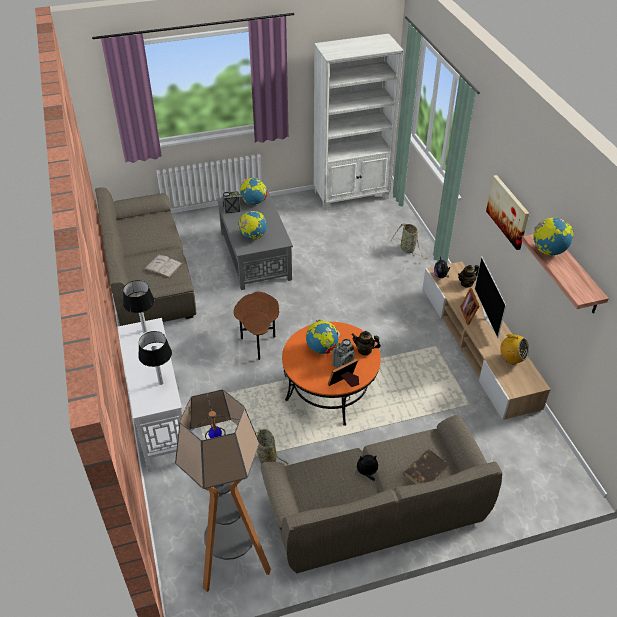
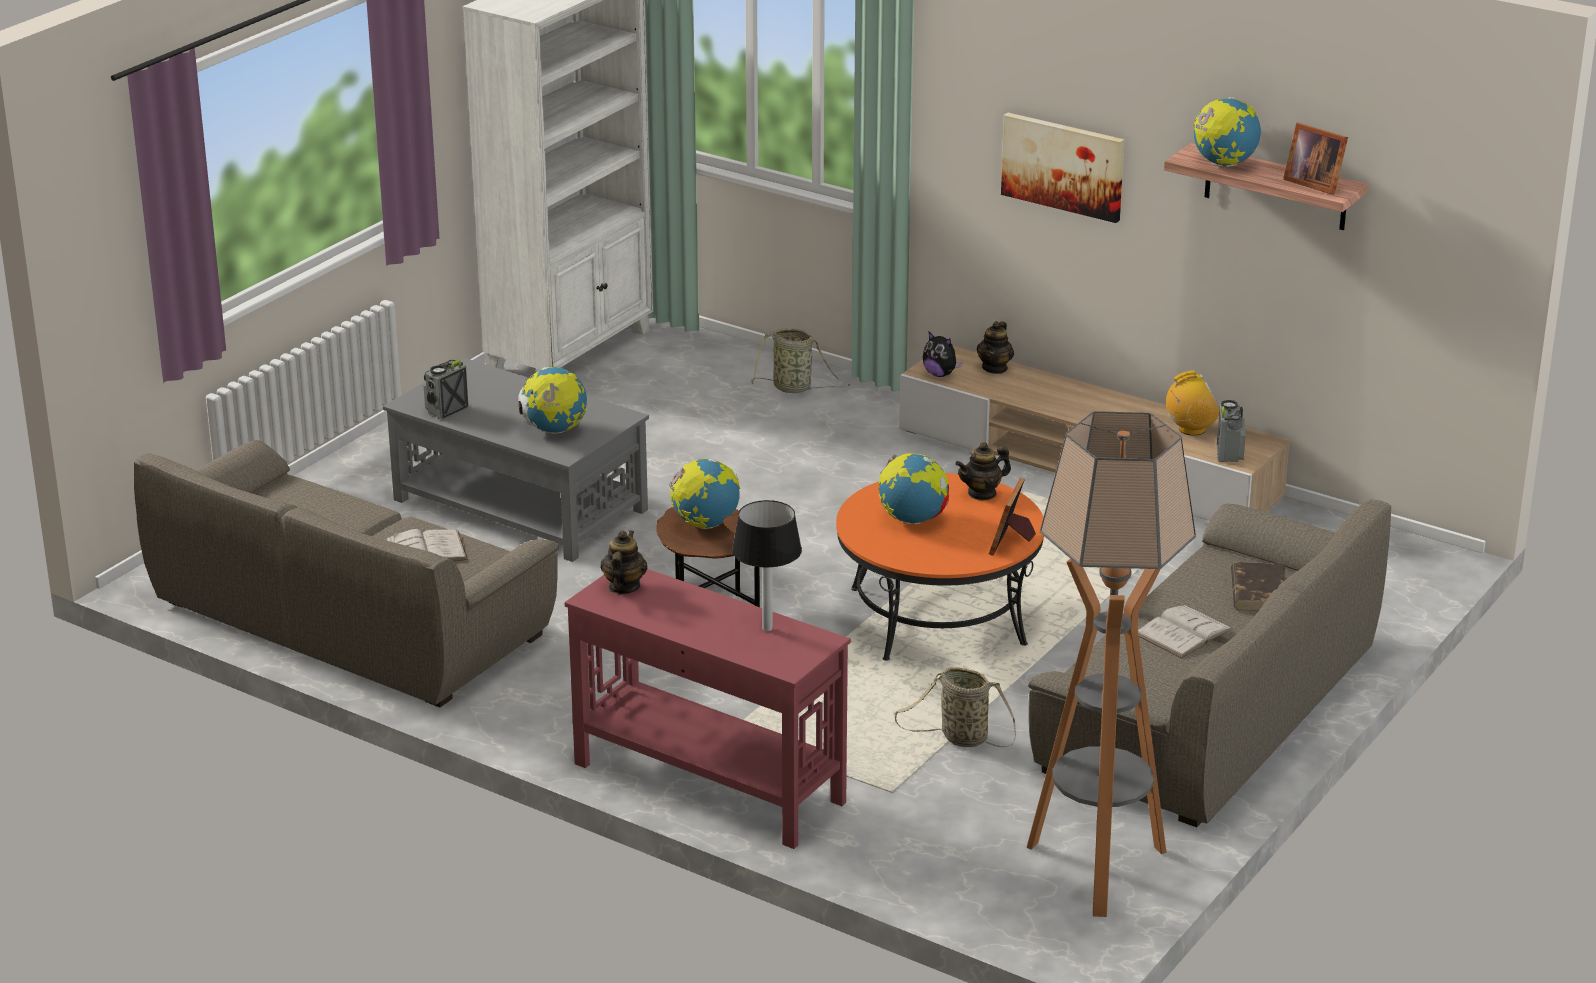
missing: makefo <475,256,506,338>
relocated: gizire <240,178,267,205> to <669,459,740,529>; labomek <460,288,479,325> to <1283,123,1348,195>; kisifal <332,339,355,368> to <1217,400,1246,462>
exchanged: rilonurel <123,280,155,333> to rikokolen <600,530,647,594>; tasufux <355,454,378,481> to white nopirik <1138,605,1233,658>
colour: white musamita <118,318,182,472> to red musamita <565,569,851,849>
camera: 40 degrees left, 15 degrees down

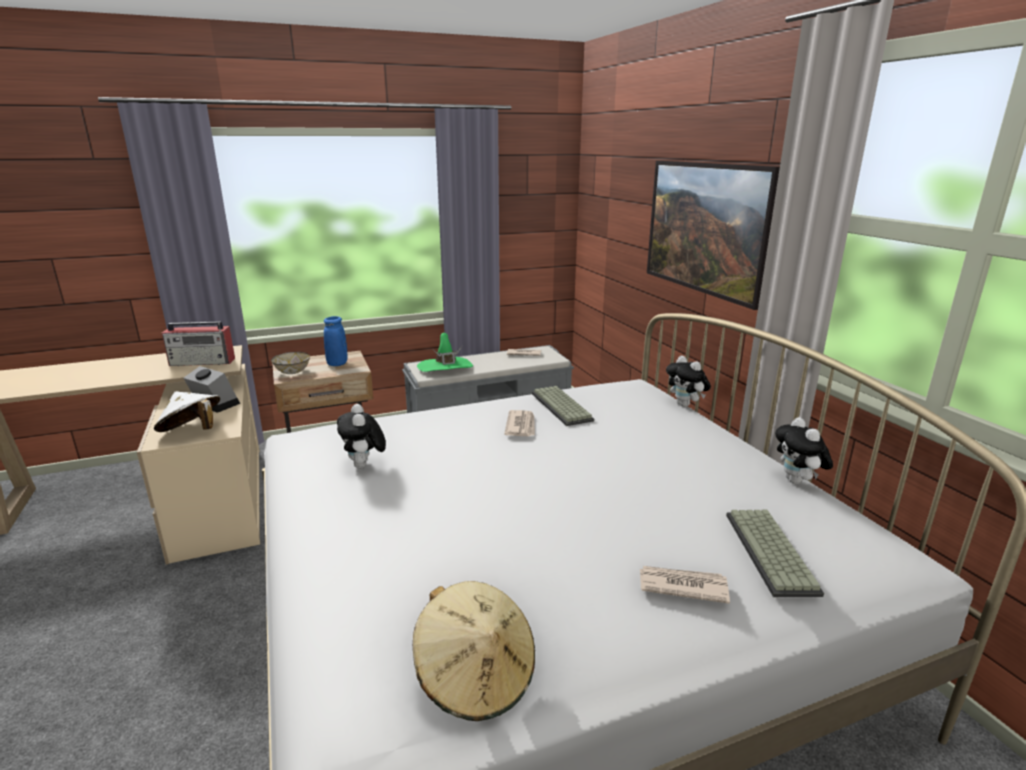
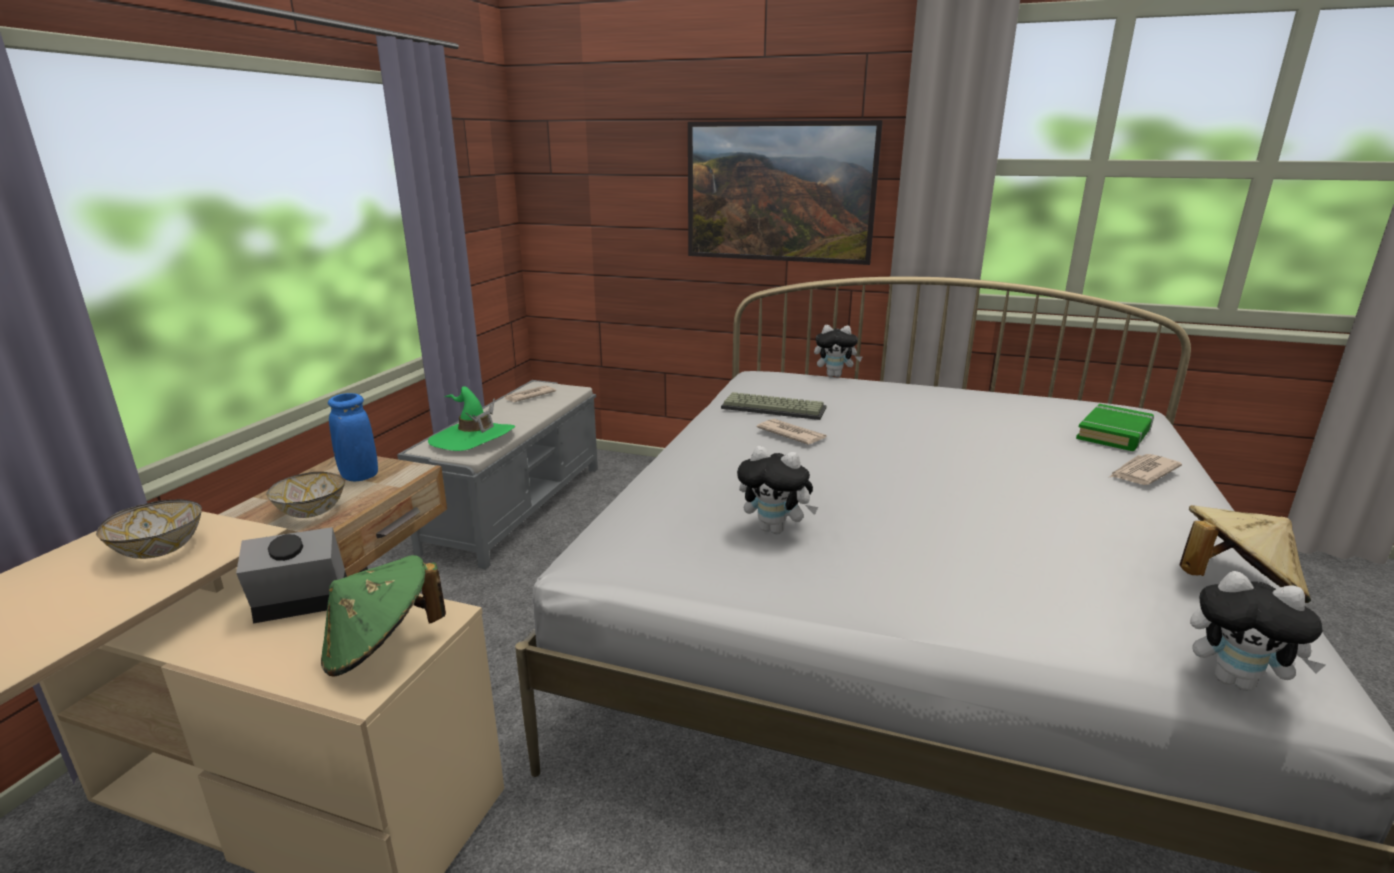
relocated: tasufux <775,417,833,484> to <1190,571,1325,691>
exchanged: kisifal <162,321,235,366> to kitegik <96,499,202,559>; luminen <726,510,824,597> to green nopirik <1076,404,1154,451>
colour: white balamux <154,391,220,432> to green balamux <321,555,446,676>
camera: 50 degrees left, 0 degrees up

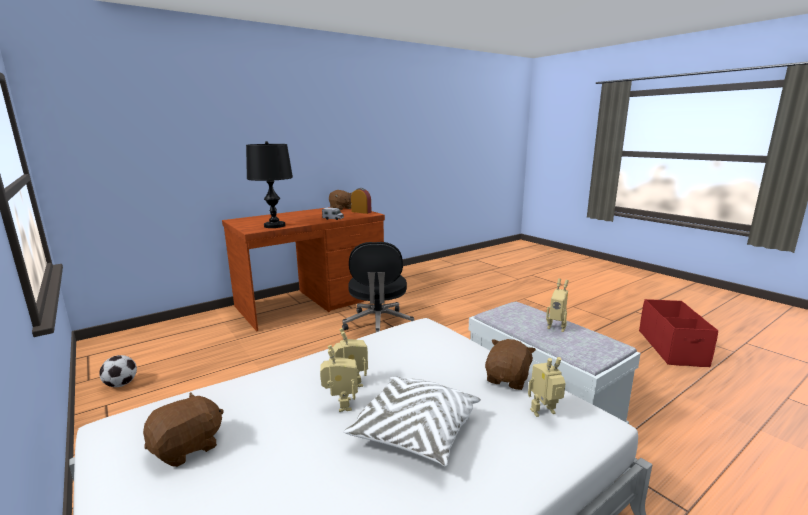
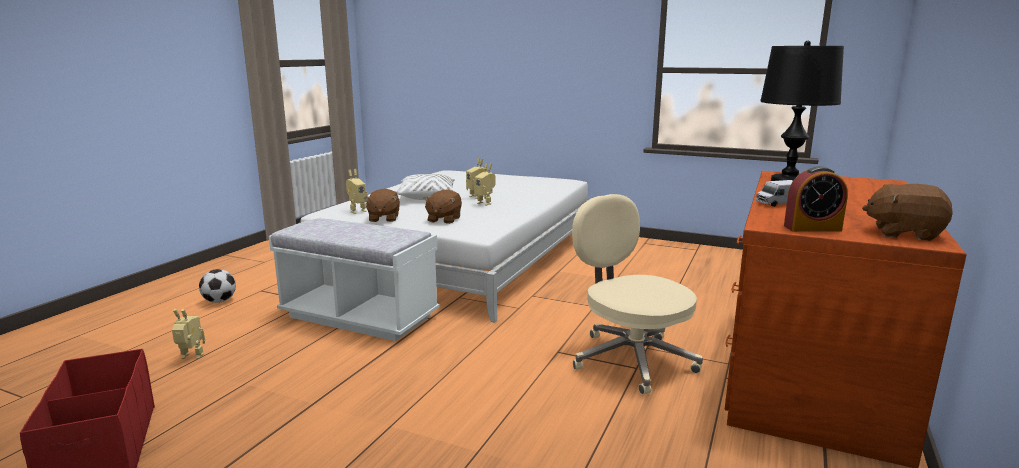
relocated: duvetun <546,278,569,332> to <172,309,205,359>; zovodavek <99,355,137,387> to <199,269,236,303>; brown tasufux <143,392,224,467> to <424,189,462,224>
colour: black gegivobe <342,242,414,332> to beige gegivobe <572,194,703,395>
camera: 150 degrees right, 0 degrees up

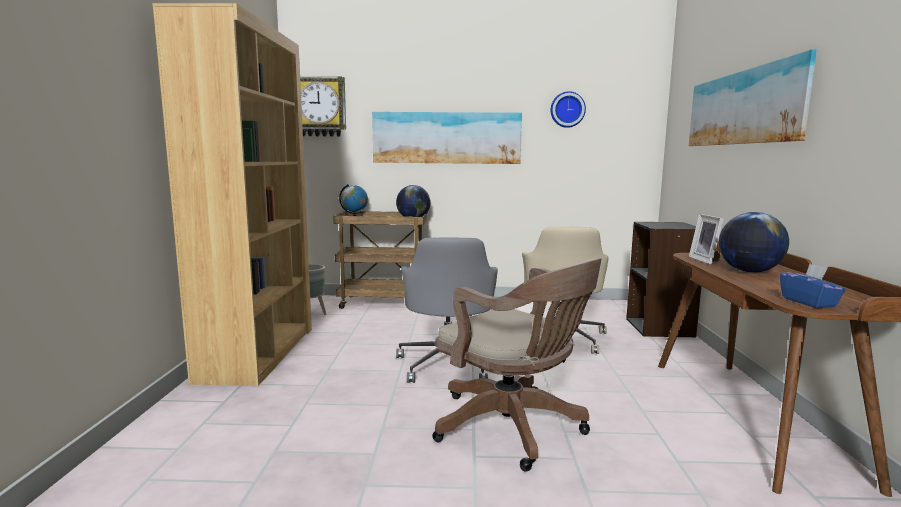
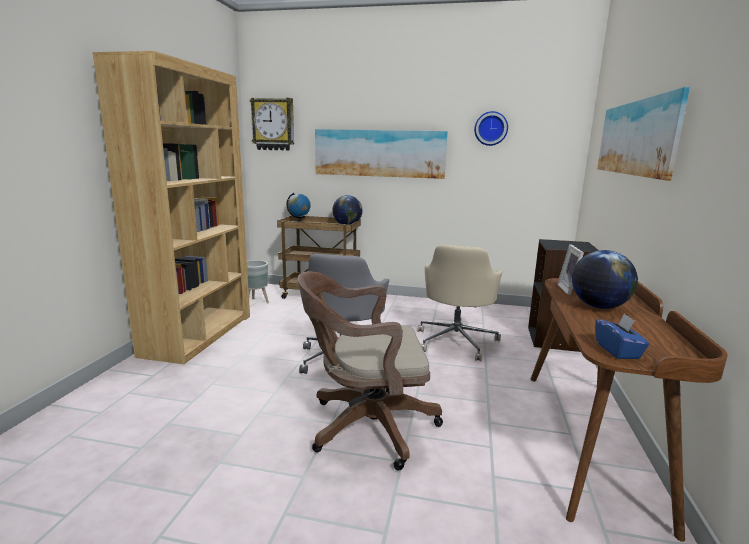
spun: brown gegivobe <432,258,601,472> = <298,271,443,470> 120 degrees clockwise
camera: 10 degrees right, 5 degrees up

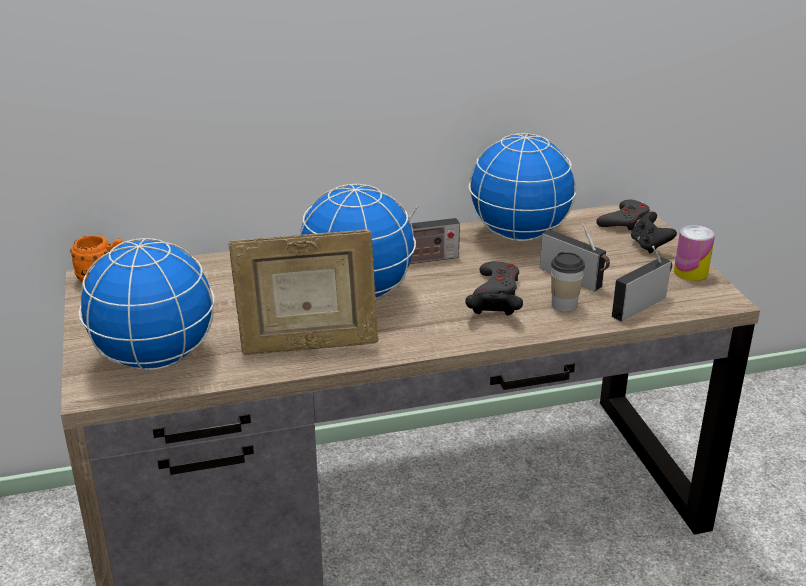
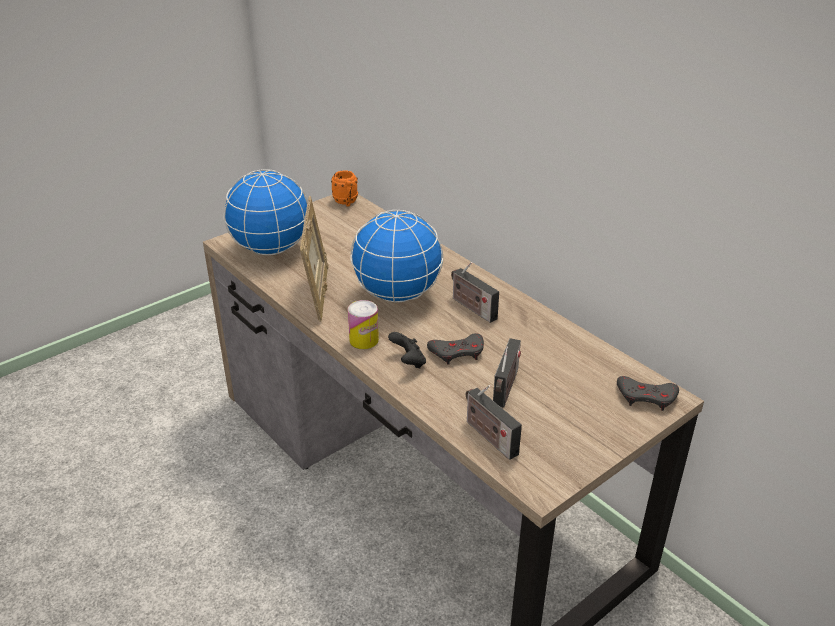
missing: gizire <468,133,576,241>; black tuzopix <631,212,677,254>; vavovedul <551,252,585,312>
relocated: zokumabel <674,225,715,281> to <348,300,379,349>
spun: labomek <229,230,378,355> = <300,196,329,322> 150 degrees counterclockwise; kisifal <612,246,672,322> = <466,385,522,460> 150 degrees counterclockwise
camera: 65 degrees right, 5 degrees up

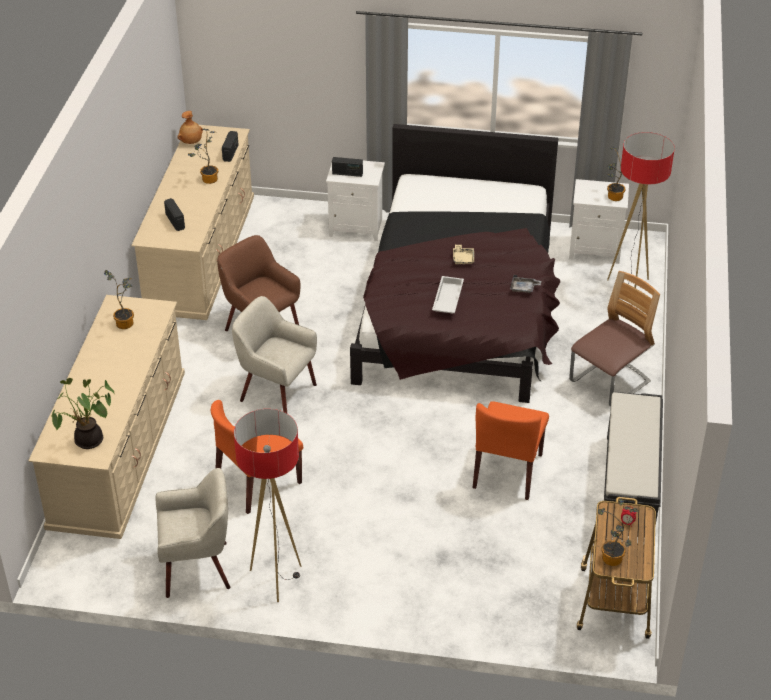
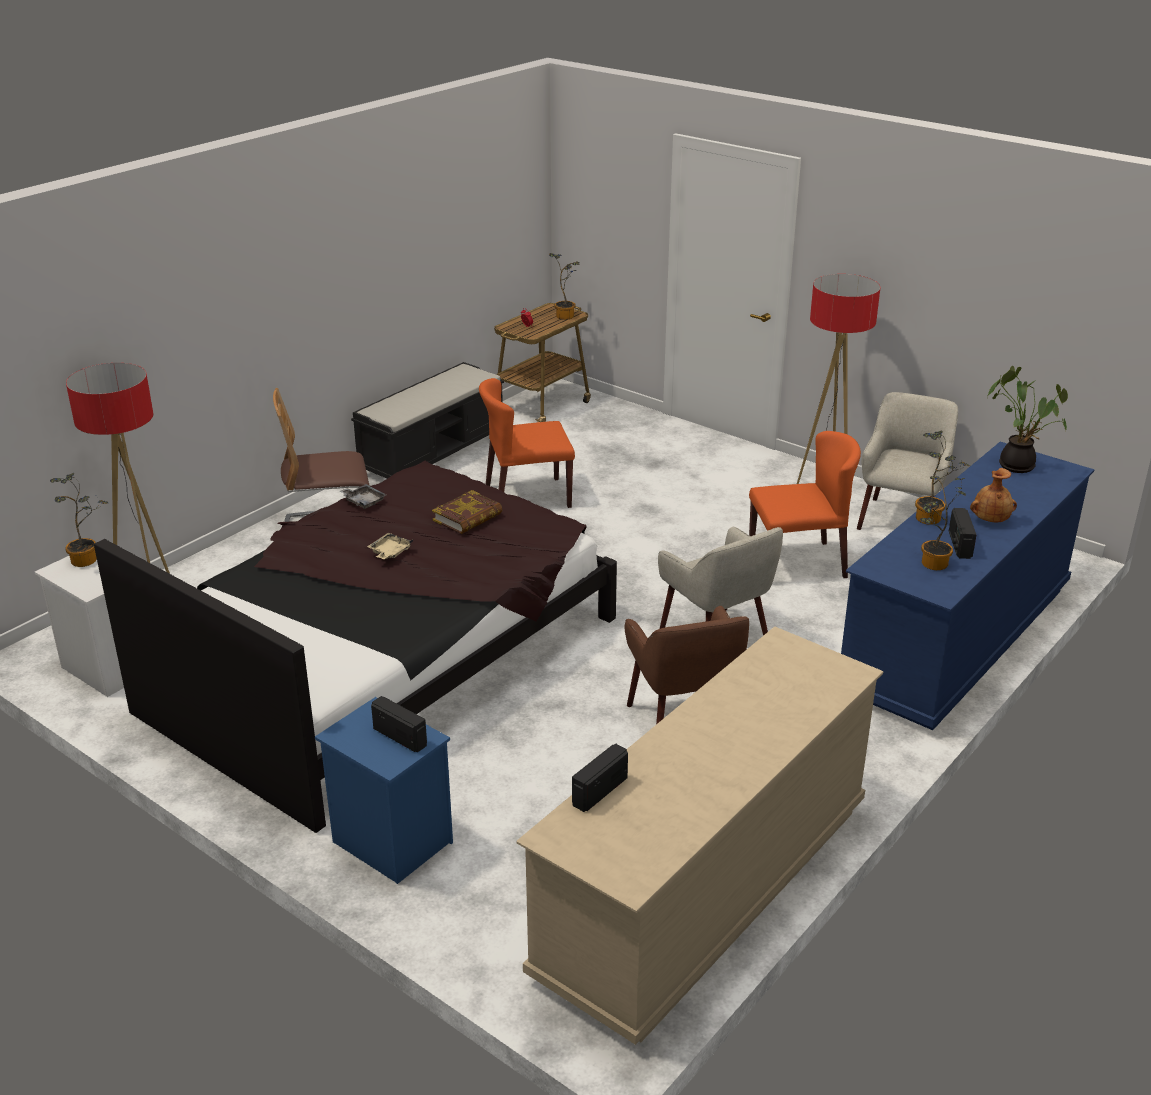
relocated: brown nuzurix <178,111,203,144> to <970,468,1017,522>; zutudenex <188,129,218,184> to <915,431,970,525>; kisifal <164,198,185,231> to <949,508,976,559>
exchanged: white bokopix <432,276,464,314> to nopirik <432,490,503,534>
colour: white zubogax <326,161,385,241> to blue zubogax <315,697,453,884>; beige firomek <28,295,185,539> to blue firomek <841,442,1095,730>
spun: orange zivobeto <473,401,549,500> = <479,378,575,508> 150 degrees counterclockwise; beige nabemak <155,468,230,598> = <857,392,958,530> 90 degrees clockwise
camera: 150 degrees left, 10 degrees down

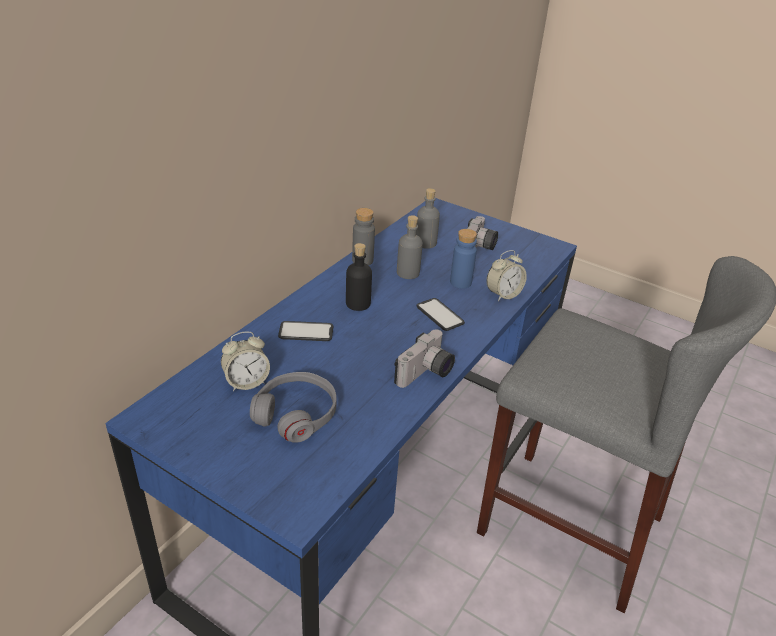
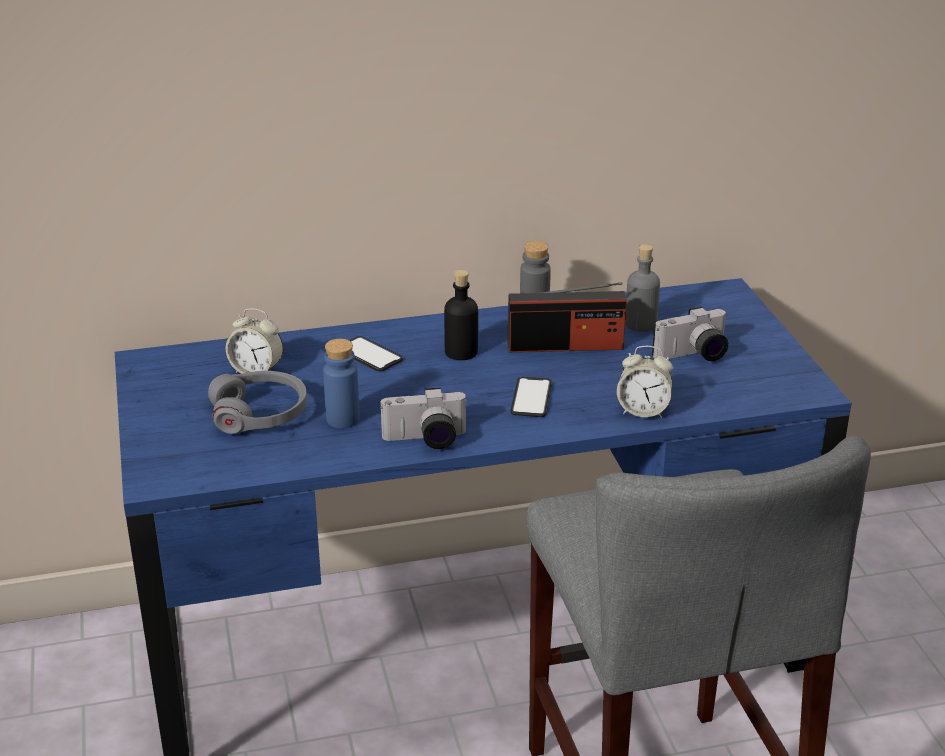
relocated: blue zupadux <450,229,477,289> to <323,339,360,428>
exchanged: grey zupadux <397,215,423,279> to kisifal <508,282,626,352>
camera: 45 degrees right, 5 degrees down

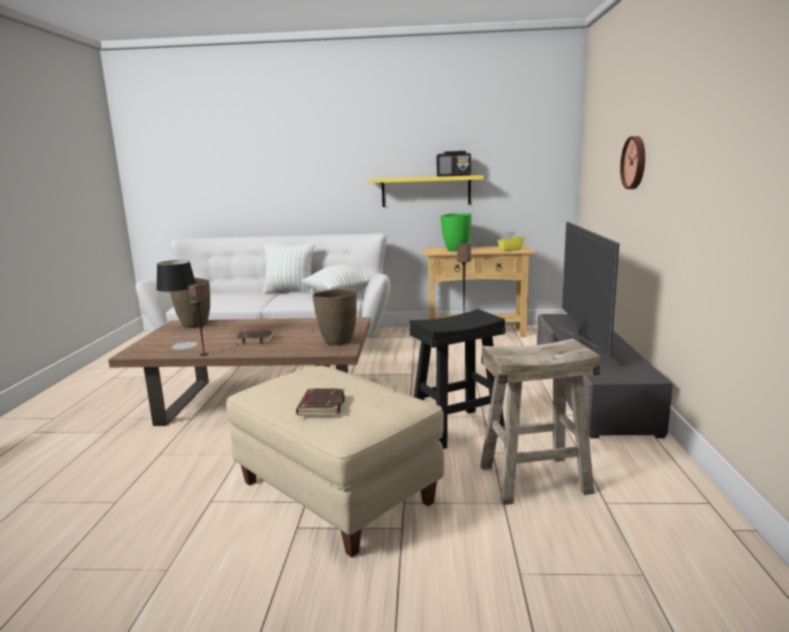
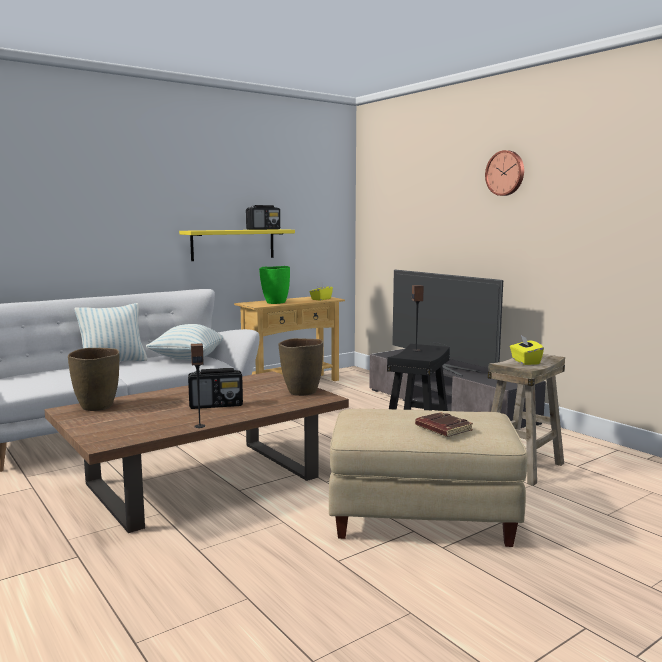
missing: rilonurel <156,260,198,350>
appeared: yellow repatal <510,335,544,365>
relocated: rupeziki <620,136,645,189> to <485,150,524,196>
exchanged: brown nopirik <235,330,274,344> to kisifal <188,368,243,409>
camera: 40 degrees left, 5 degrees down

